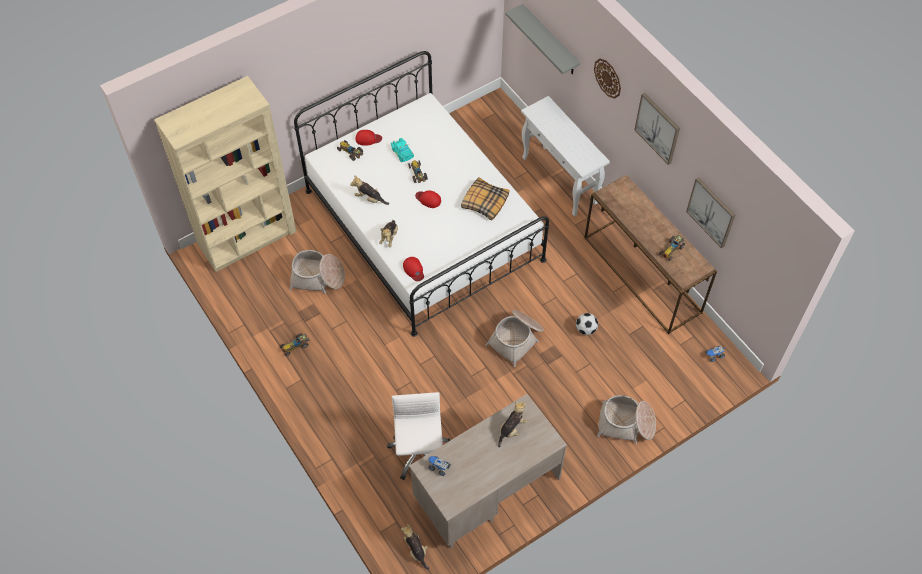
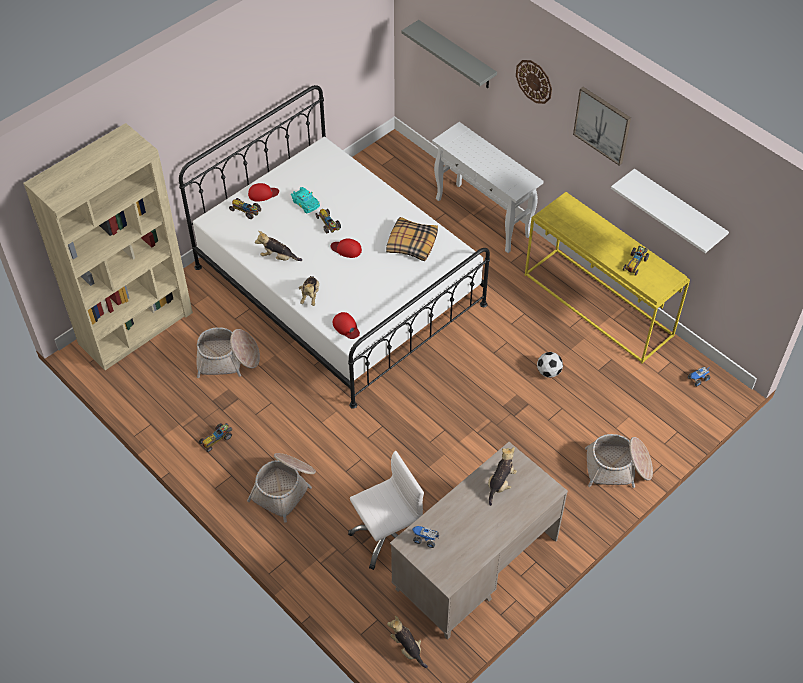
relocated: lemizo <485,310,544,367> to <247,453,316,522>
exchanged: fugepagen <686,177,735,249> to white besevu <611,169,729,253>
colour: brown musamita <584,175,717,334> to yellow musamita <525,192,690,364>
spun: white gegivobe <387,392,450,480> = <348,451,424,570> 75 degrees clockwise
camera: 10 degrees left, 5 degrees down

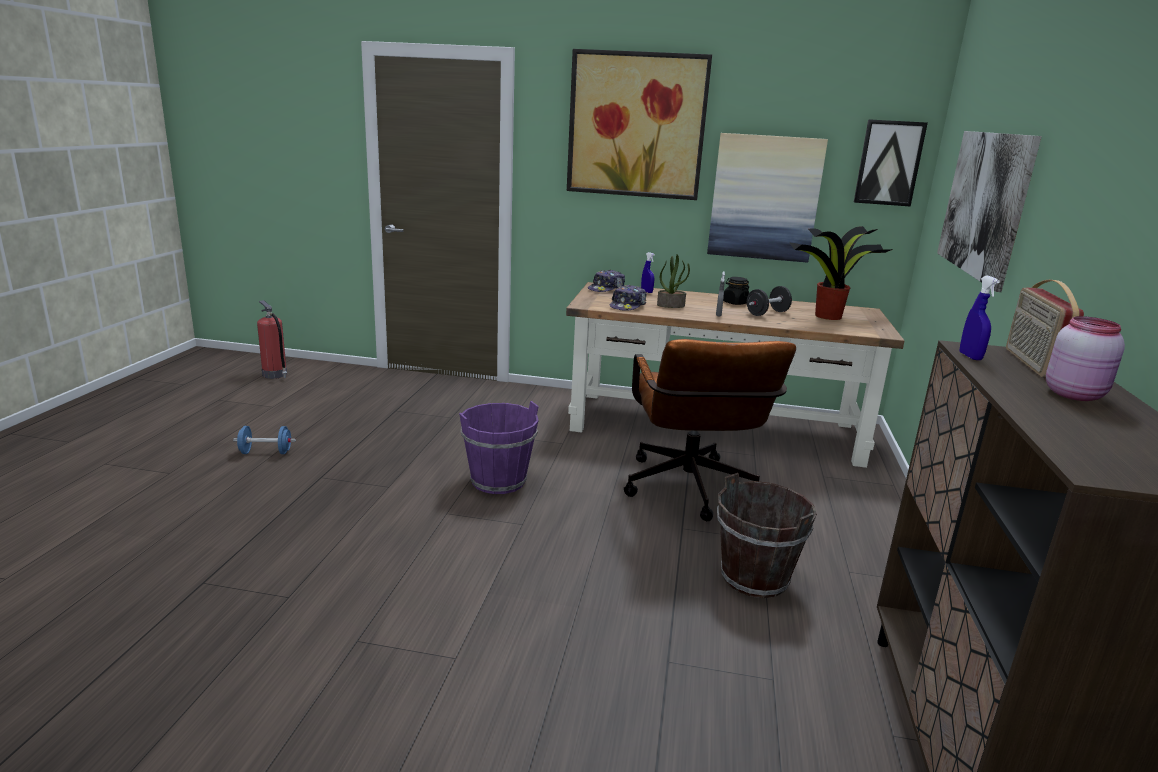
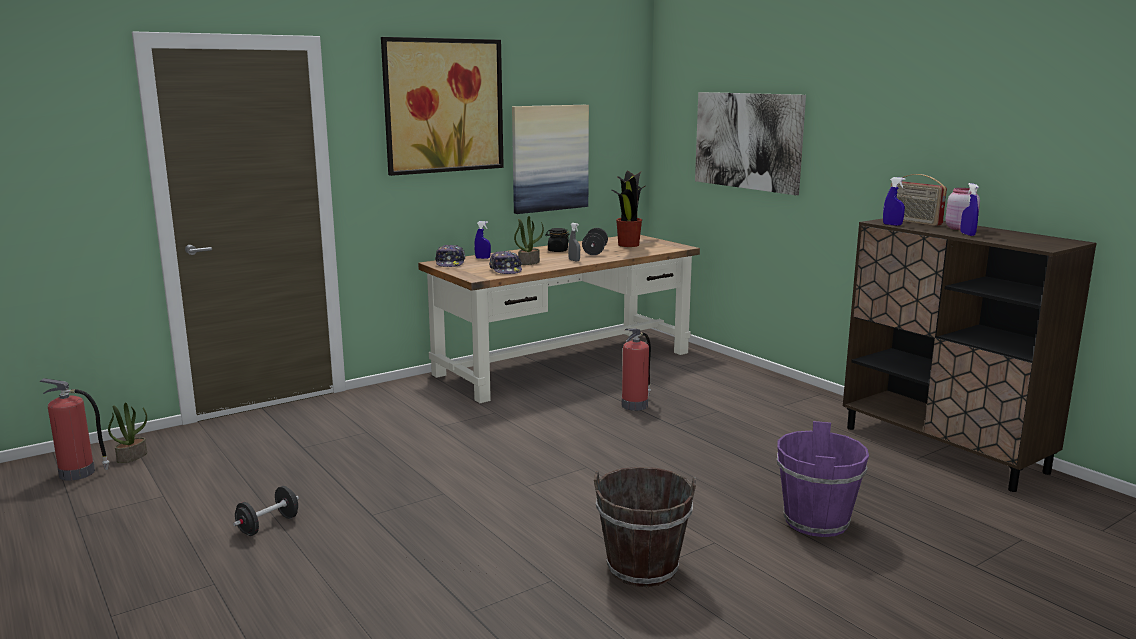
missing: fugepagen <854,119,928,207>
appeared: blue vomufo <960,183,979,236>; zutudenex <108,403,147,463>
relocated: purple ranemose <459,401,539,494> to <777,421,869,537>; brown ranemose <717,473,817,598> to <594,467,696,587>
exchanged: brown gegivobe <624,339,796,521> to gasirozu <622,328,651,411>
colour: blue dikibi <233,426,296,454> to black dikibi <233,486,299,536>
camera: 45 degrees left, 5 degrees down

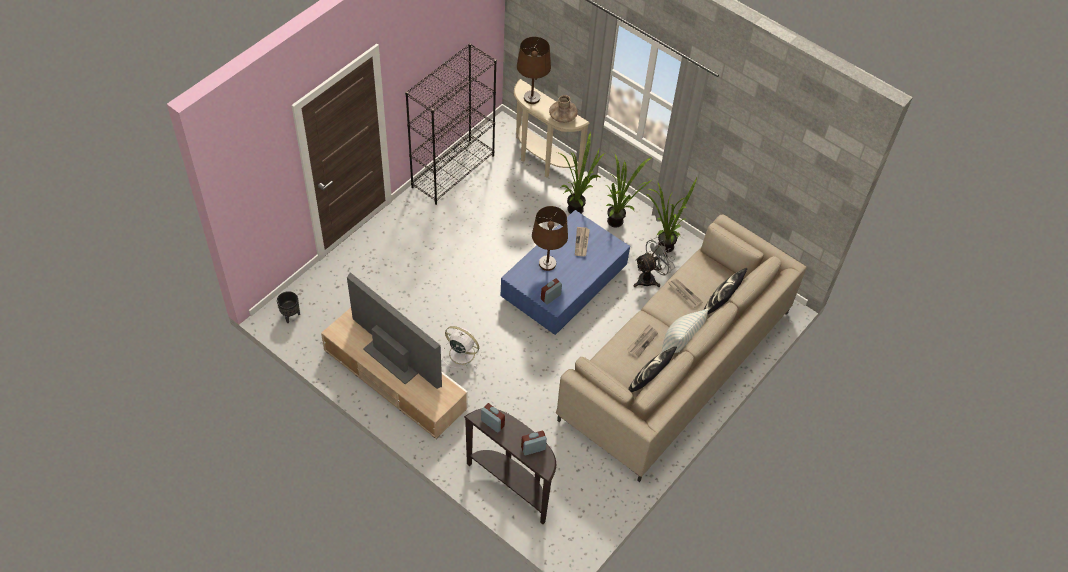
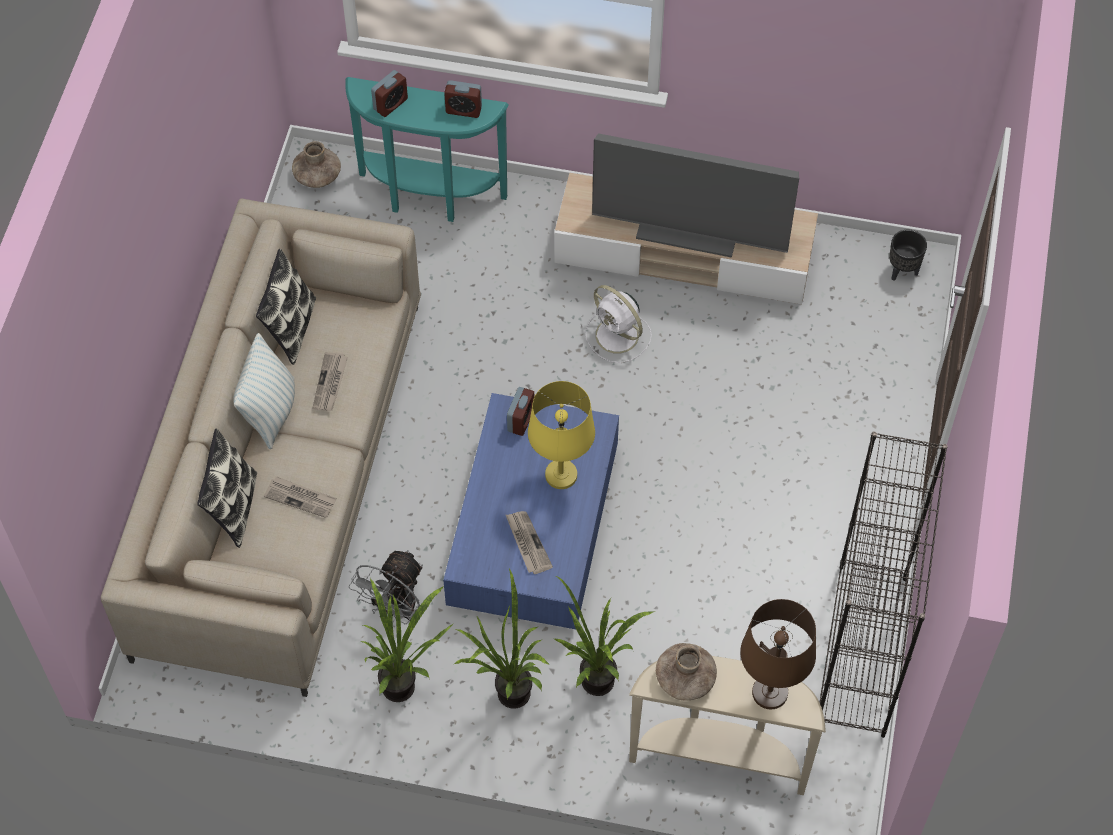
appeared: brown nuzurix <292,141,341,188>
colour: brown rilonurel <532,206,568,271> to yellow rilonurel <528,381,595,489>; brown musamita <464,408,556,524> to turquoise musamita <345,77,509,222>
spun: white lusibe <442,326,481,368> = <585,285,652,363> 45 degrees clockwise
camera: 155 degrees right, 5 degrees up

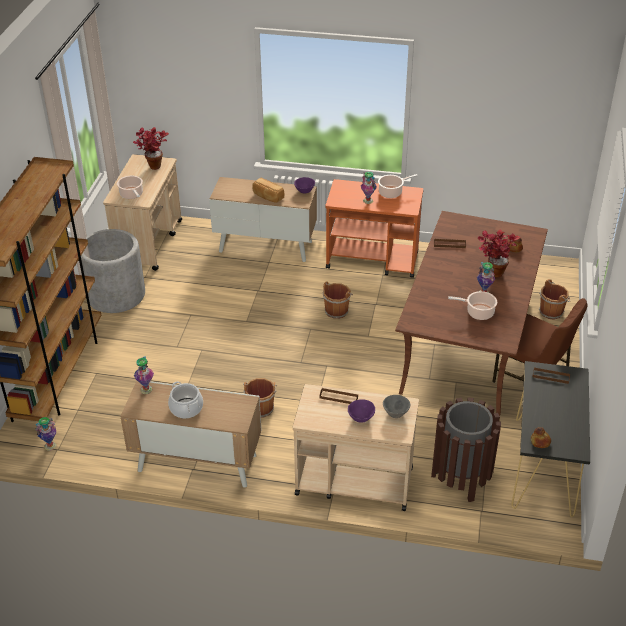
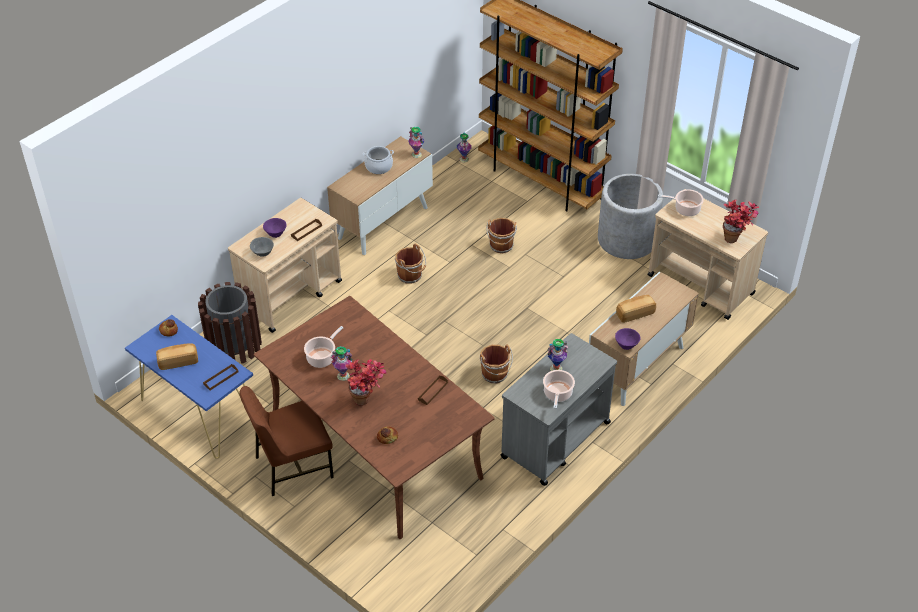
appeared: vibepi <156,343,198,370>
relocated: brown ranemose <538,279,570,319> to <486,218,517,253>
colour: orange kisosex <326,179,424,278> to grey kisosex <501,333,617,486>; black musamita <511,361,590,517> to blue musamita <125,315,253,459>
camera: 120 degrees right, 5 degrees up

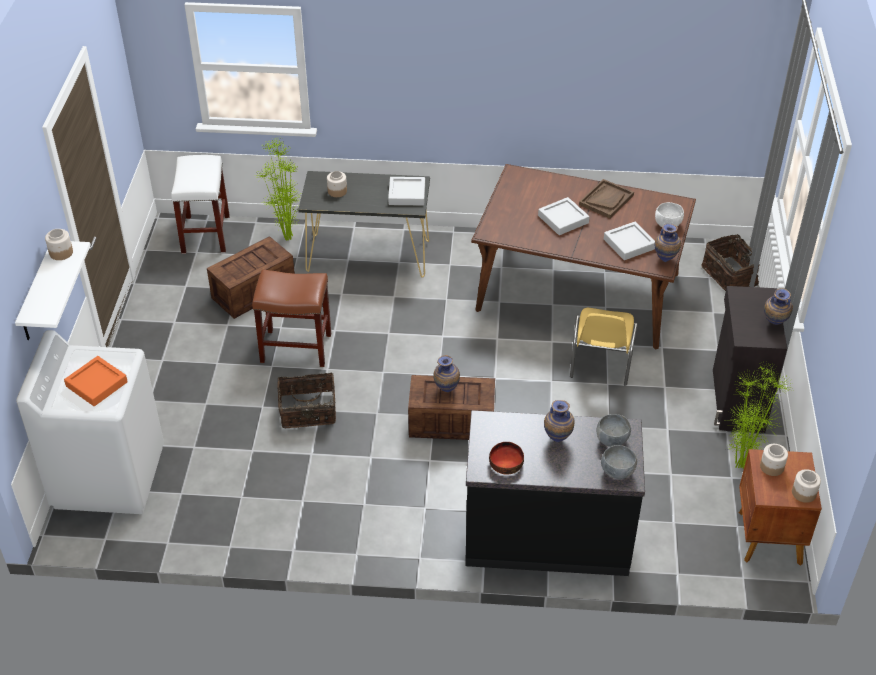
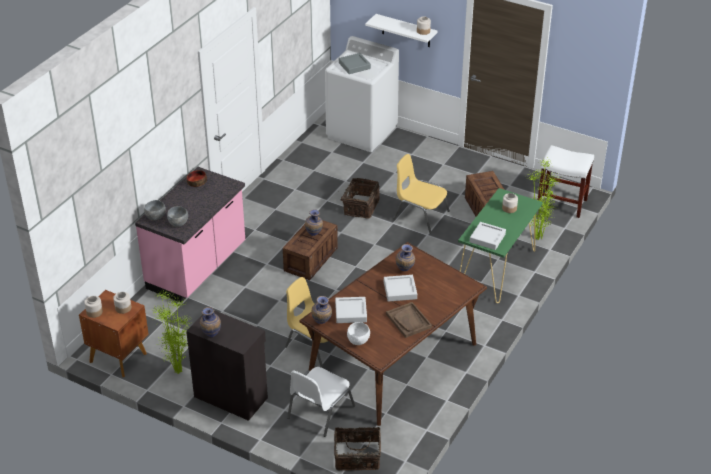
appeared: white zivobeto <287,367,355,437>
relocated: nuzurix <544,400,575,442> to <396,244,415,271>
exchanged: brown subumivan <252,269,331,367> to yellow zivobeto <393,154,450,233>
colour: black musamita <298,171,430,278> to green musamita <458,188,543,303>; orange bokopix <64,356,128,406> to grey bokopix <339,53,371,74>; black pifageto <465,410,645,576> to pink pifageto <135,167,245,302>
camera: 115 degrees right, 5 degrees down

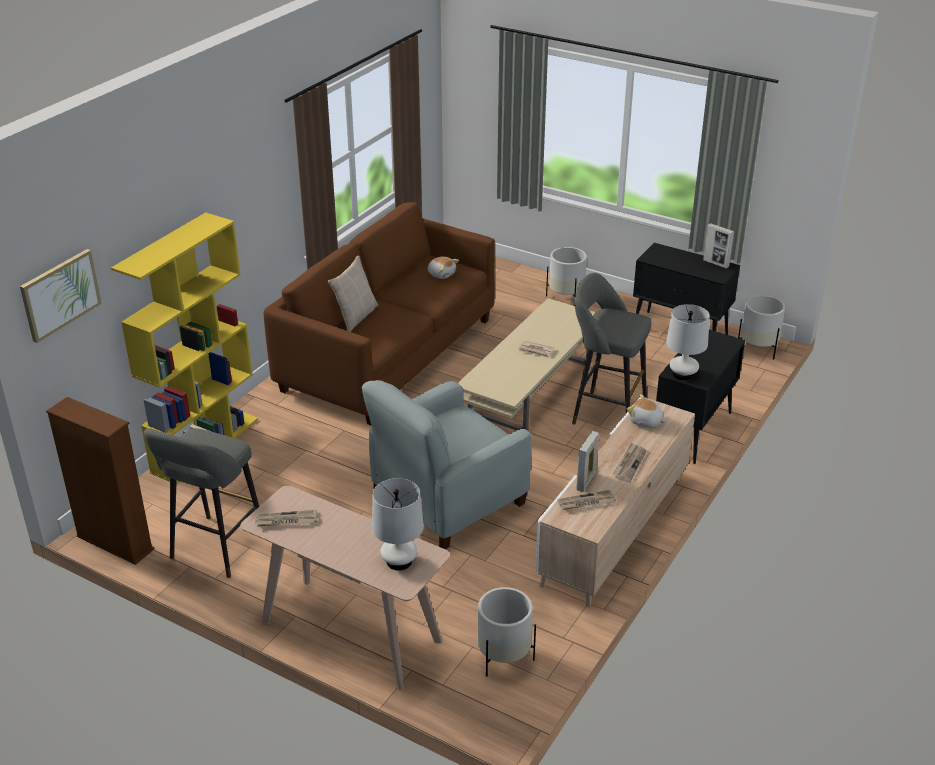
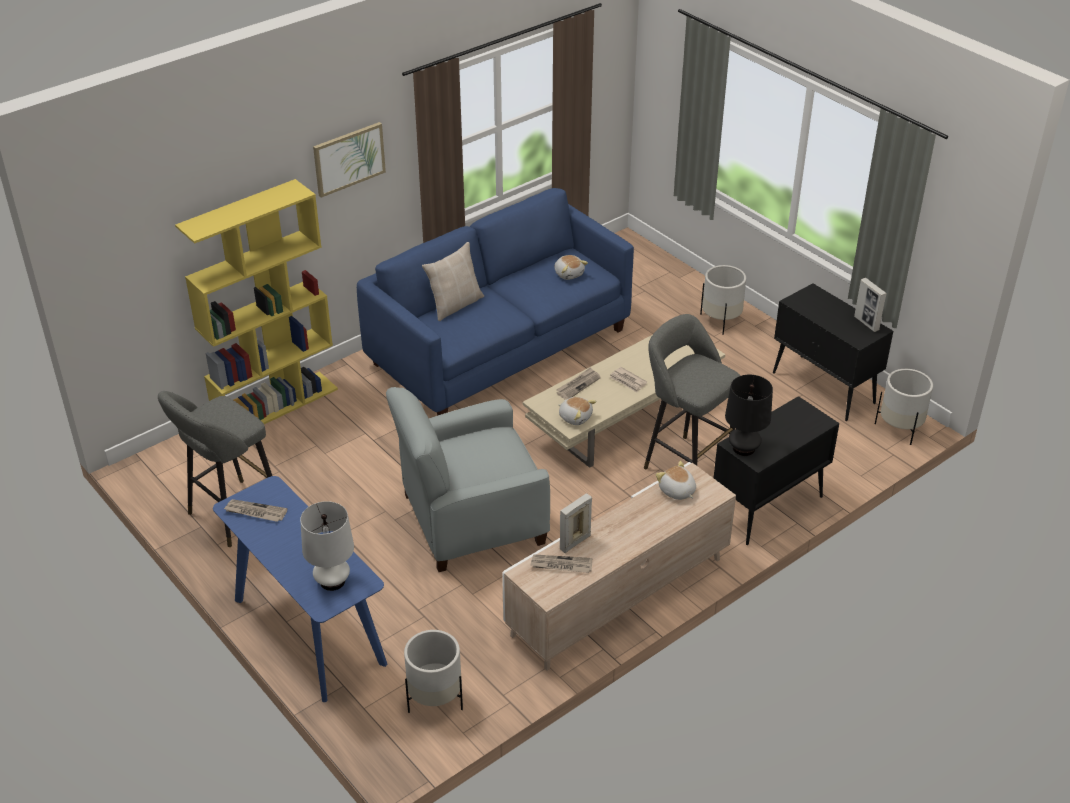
missing: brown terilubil <46,397,154,565>
appeared: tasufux <558,397,596,425>
relocated: fugepagen <20,249,102,343> to <313,122,386,198>; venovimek <613,442,647,482> to <556,367,601,400>
colour: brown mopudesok <264,202,495,425> to blue mopudesok <357,188,634,416>; white rilonurel <666,304,710,381> to black rilonurel <725,375,773,456>; beige musamita <240,486,450,690> to blue musamita <213,476,387,702>
camera: 20 degrees right, 5 degrees up

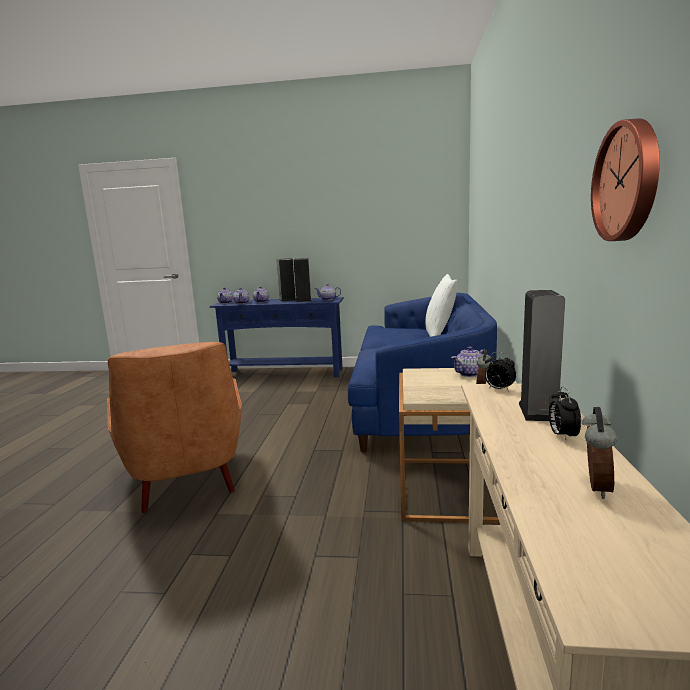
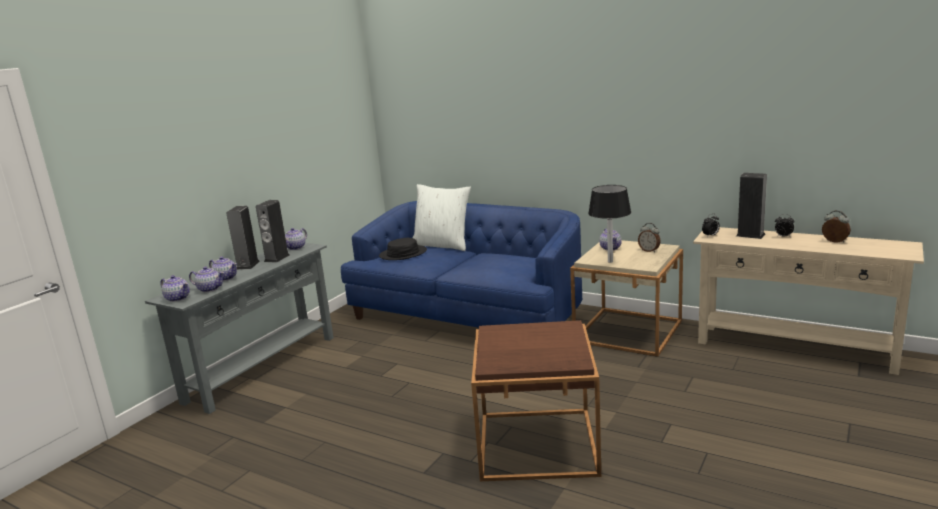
missing: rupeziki <591,118,660,241>
appeared: black rilonurel <588,185,631,263>; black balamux <379,238,427,260>
exchanged: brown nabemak <107,342,242,513> to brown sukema <471,320,601,481>
colour: blue musamita <210,297,344,377> to grey musamita <145,243,334,414>
camera: 65 degrees left, 5 degrees up

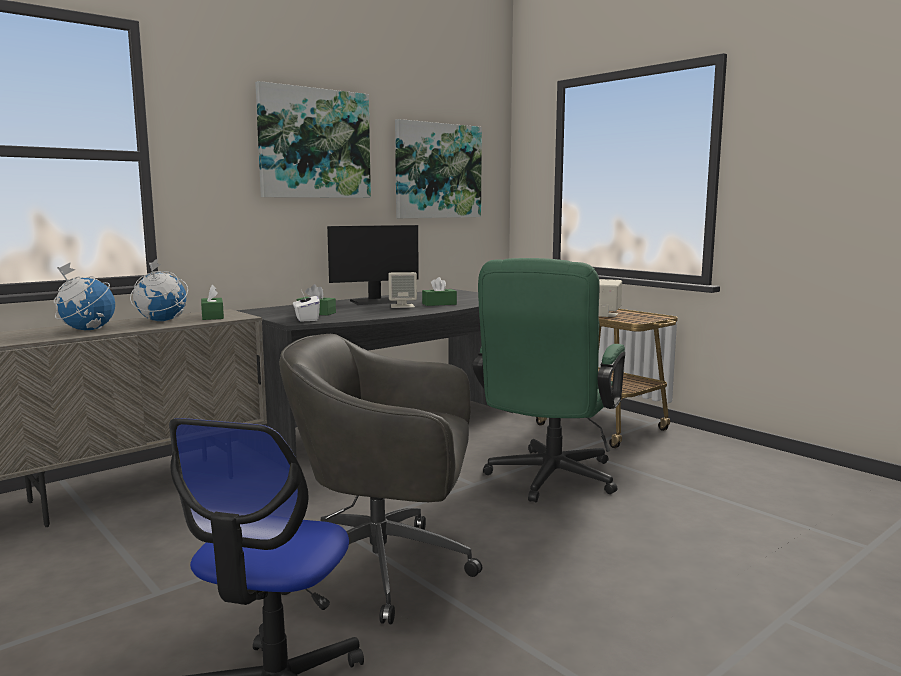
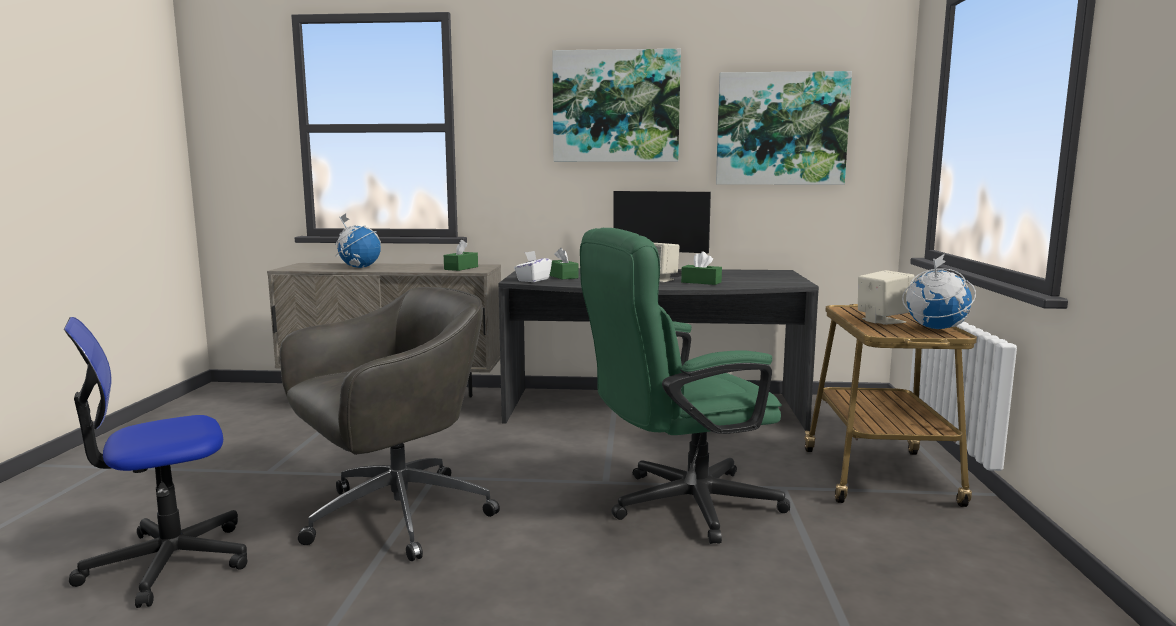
relocated: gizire <130,258,188,321> to <902,254,976,329>
spun: grey gegivobe <279,334,482,624> = <280,287,500,561> 90 degrees clockwise
camera: 45 degrees right, 0 degrees up

